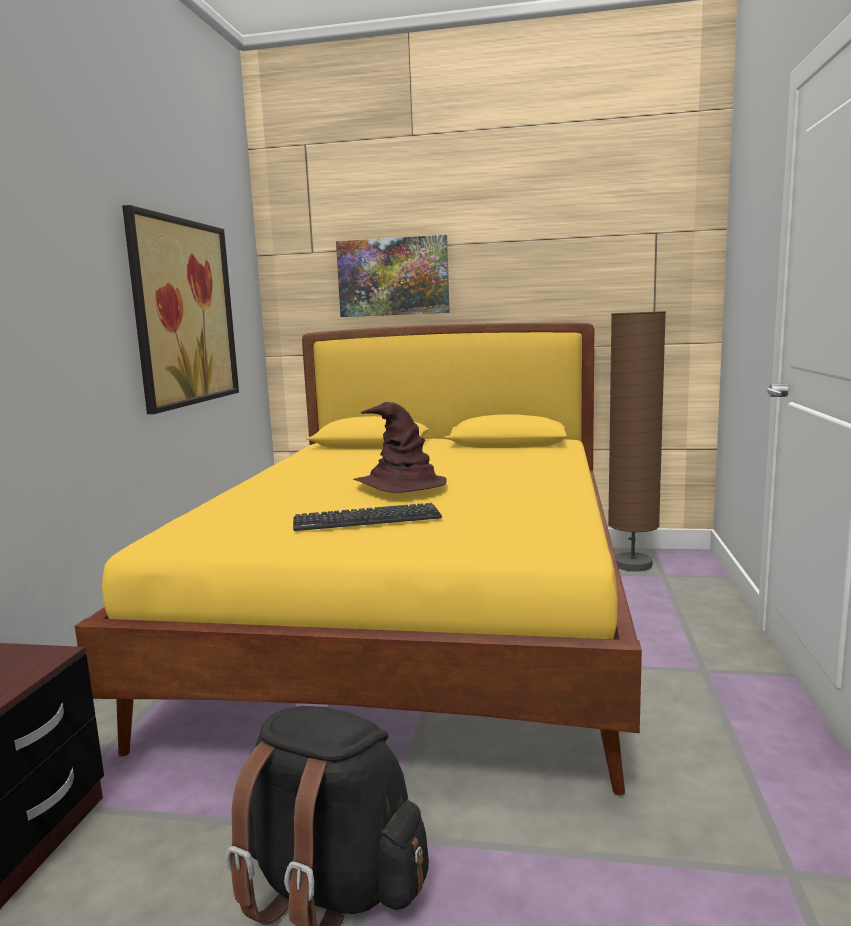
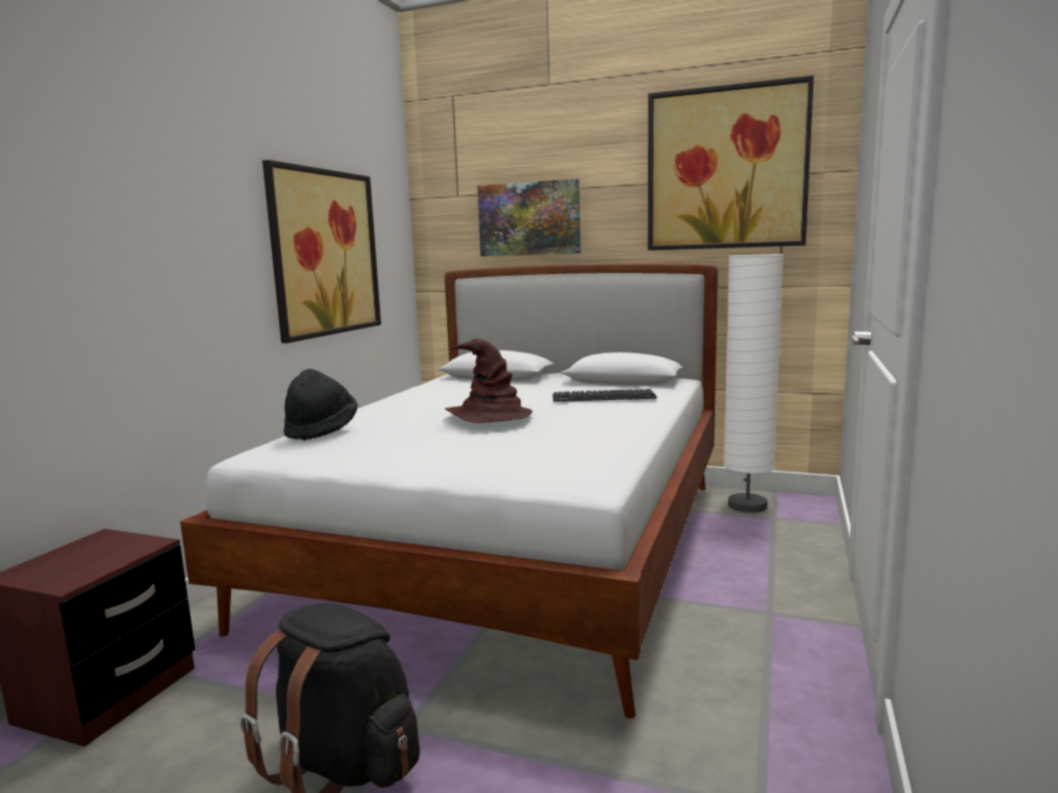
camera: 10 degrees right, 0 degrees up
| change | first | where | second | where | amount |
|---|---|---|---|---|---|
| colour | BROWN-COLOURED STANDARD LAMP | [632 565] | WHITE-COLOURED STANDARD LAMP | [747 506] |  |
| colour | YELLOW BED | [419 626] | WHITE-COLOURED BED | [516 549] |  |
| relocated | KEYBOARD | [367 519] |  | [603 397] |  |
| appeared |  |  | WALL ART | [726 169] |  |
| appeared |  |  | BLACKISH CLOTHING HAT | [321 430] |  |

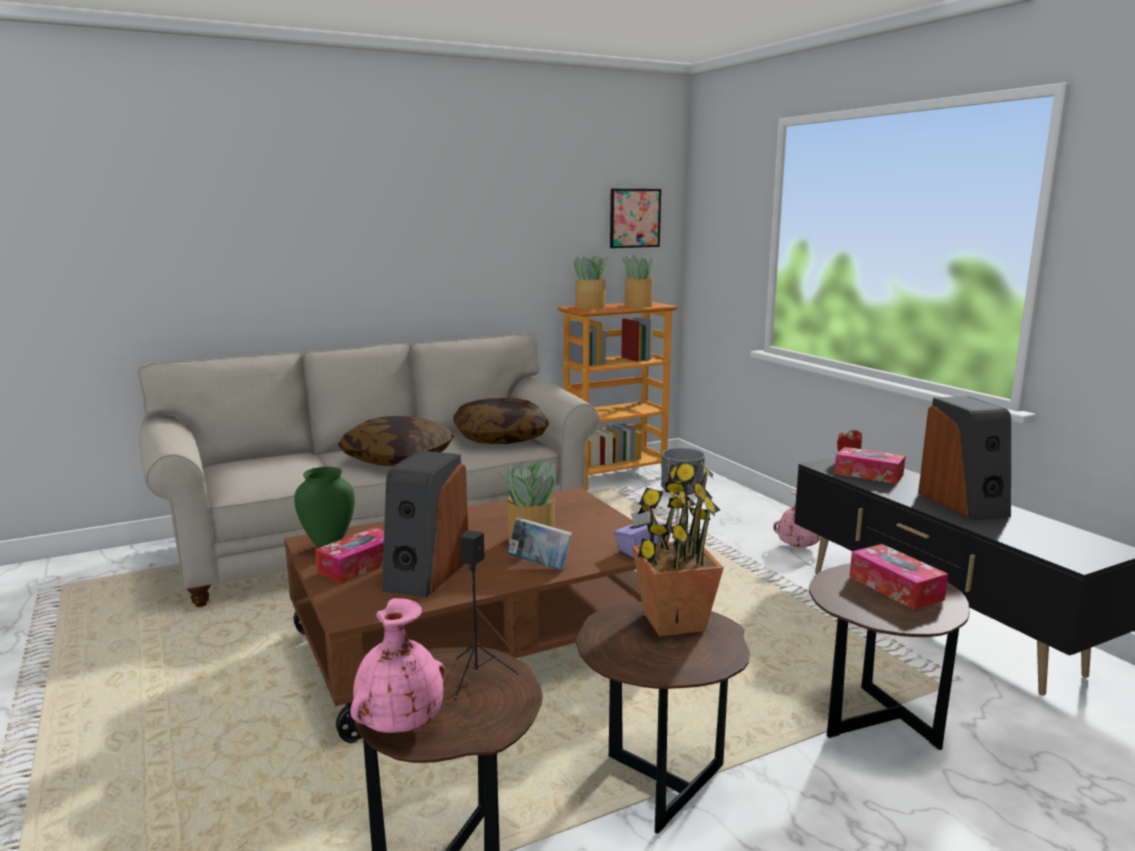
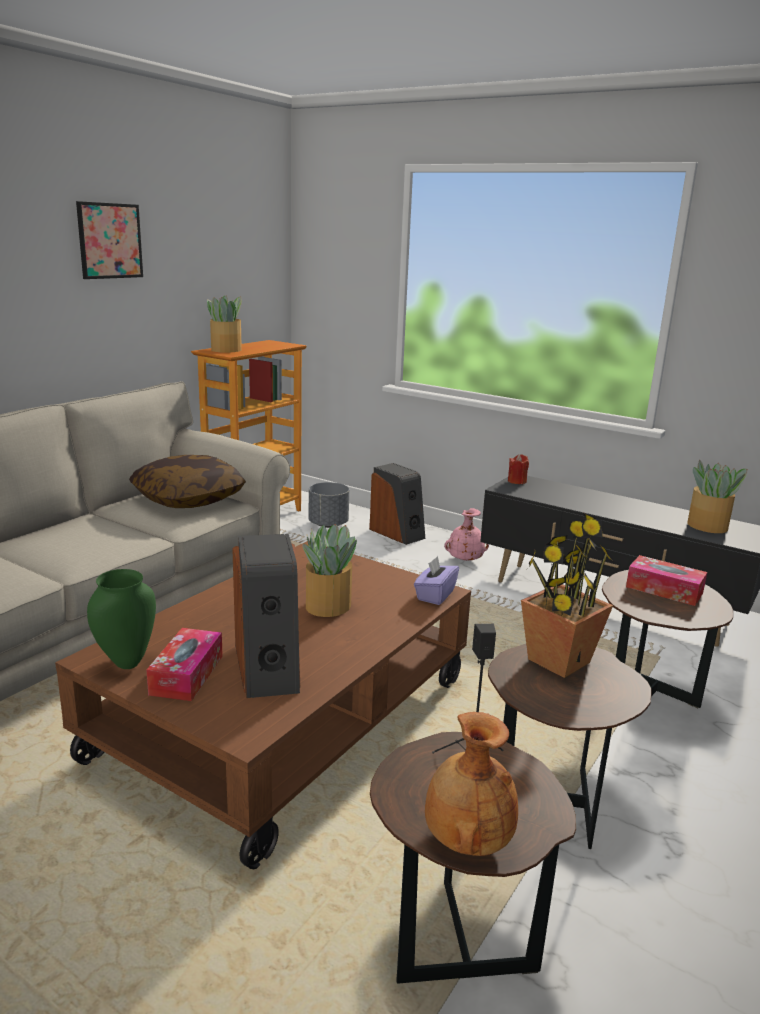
camera: 30 degrees left, 5 degrees up
| change | first | where | second | where | amount |
|---|---|---|---|---|---|
| relocated | WALL ART | [635 218] |  | [110 241] |  |
| relocated | PLANT IN A POT | [638 306] |  | [708 526] |  |
| relocated | SPEAKER | [964 504] |  | [397 533] |  |
| missing | THROW PILLOW | [397 459] |  |  |  |
| missing | BOX OF TISSUES | [868 474] |  |  |  |
| missing | BOUND BOOK | [540 565] |  |  |  |
| colour | PINKISH VASE | [399 724] | BROWN-COLOURED VASE | [466 839] |  |

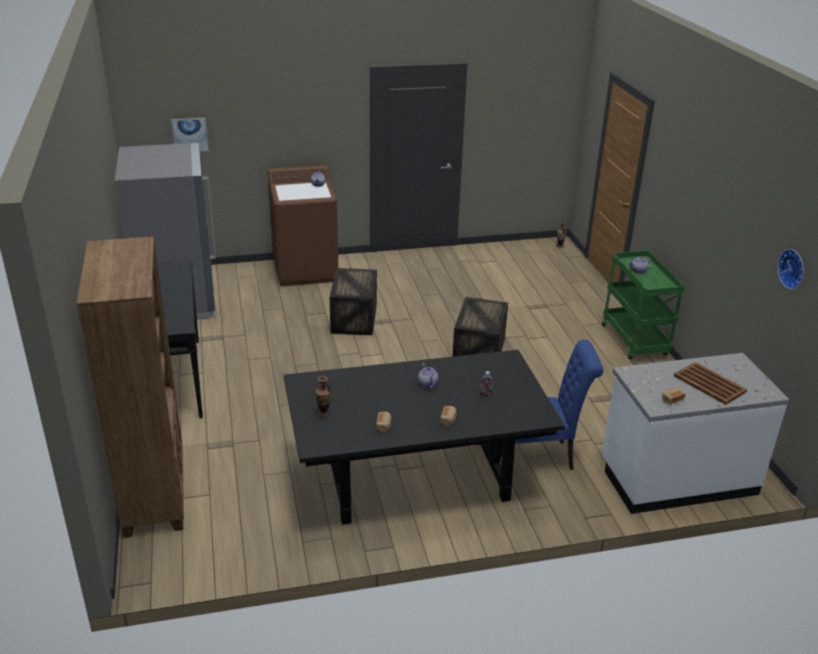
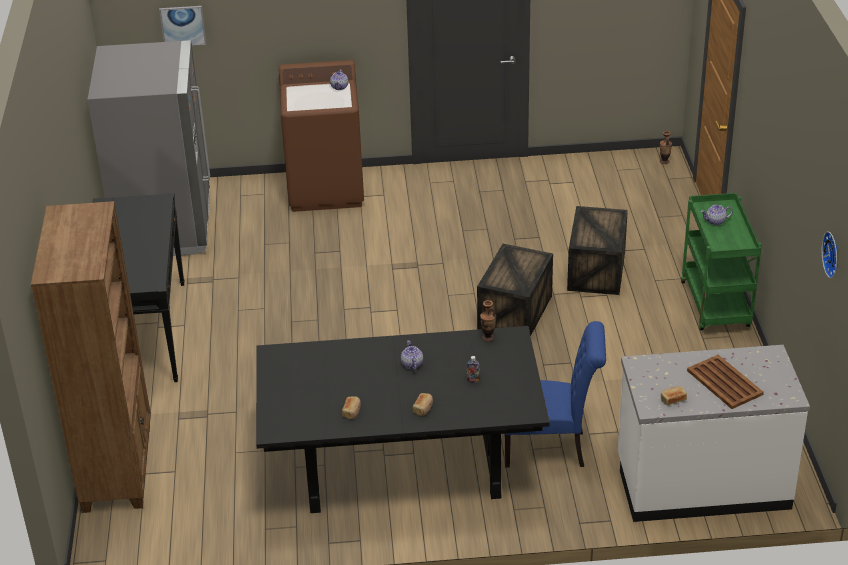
camera: 10 degrees right, 5 degrees up
| change | first | where | second | where | amount |
|---|---|---|---|---|---|
| relocated | CRATE | [354 318] |  | [596 270] |  |
| relocated | VASE | [323 413] |  | [488 338] |  |

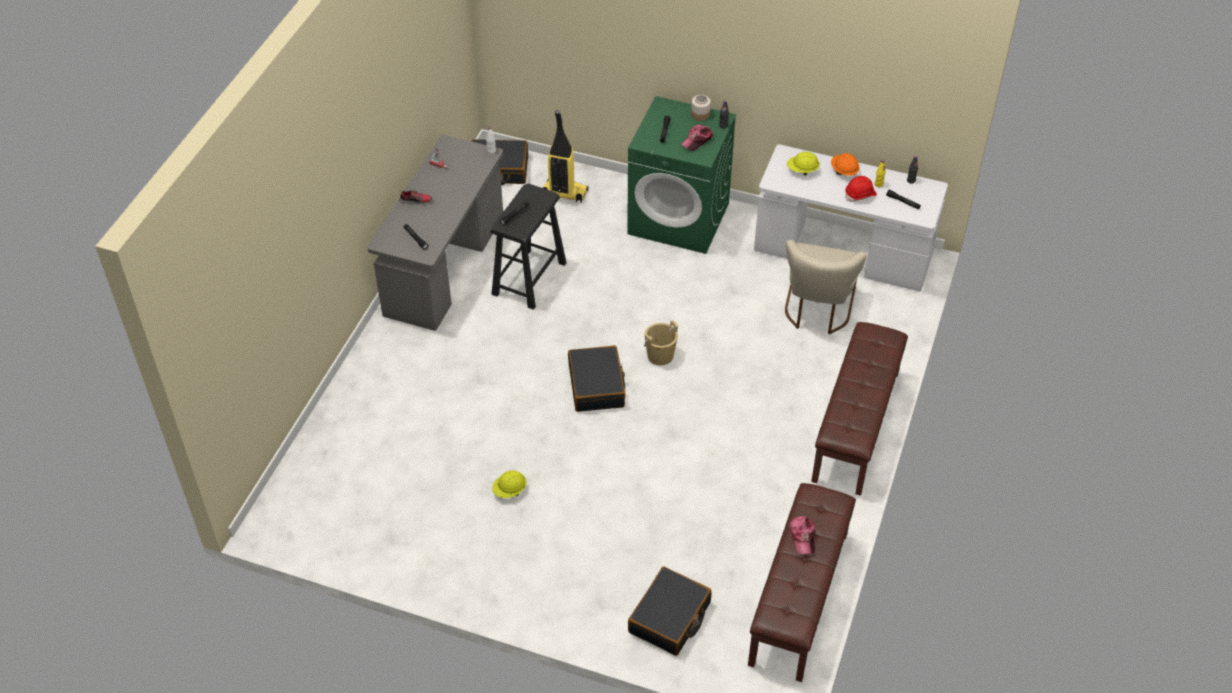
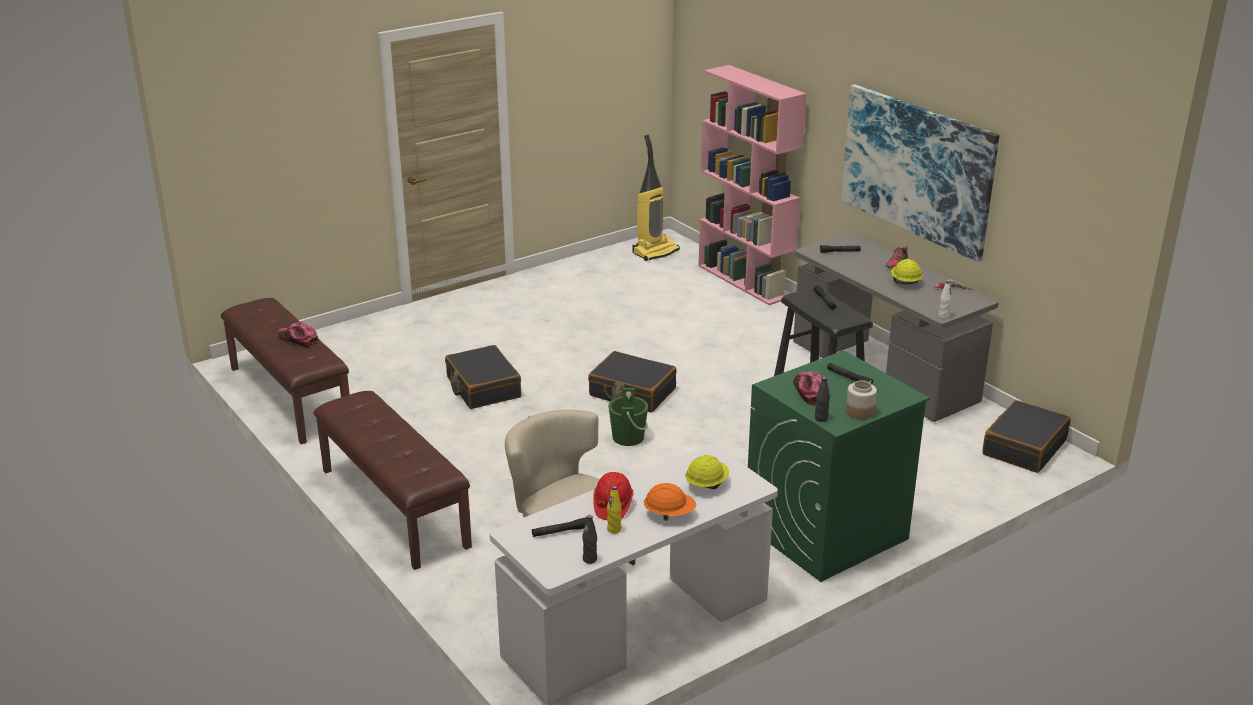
camera: 125 degrees right, 20 degrees down
| change | first | where | second | where | amount |
|---|---|---|---|---|---|
| relocated | VACUUM | [564 193] |  | [655 251] |  |
| colour | BEIGE BUCKET | [660 355] | GREEN-COLOURED BUCKET | [628 437] |  |
| relocated | YELLOW SAFETY HELMET | [510 491] |  | [905 282] |  |
| relocated | BLACKISH TRAVEL CASE | [670 618] |  | [483 387] |  |
| appeared |  |  | PINKISH SHELVING UNIT | [745 281] |  |
| appeared |  |  | WALL ART | [917 169] |  |

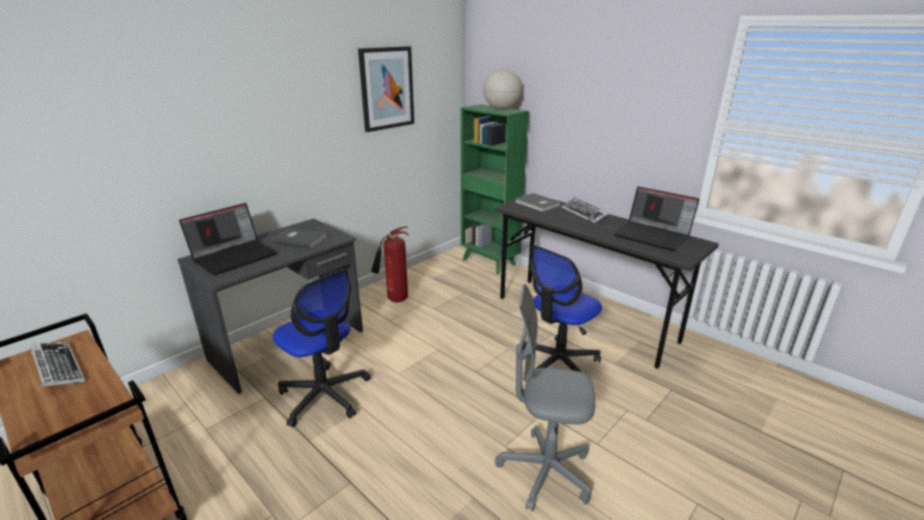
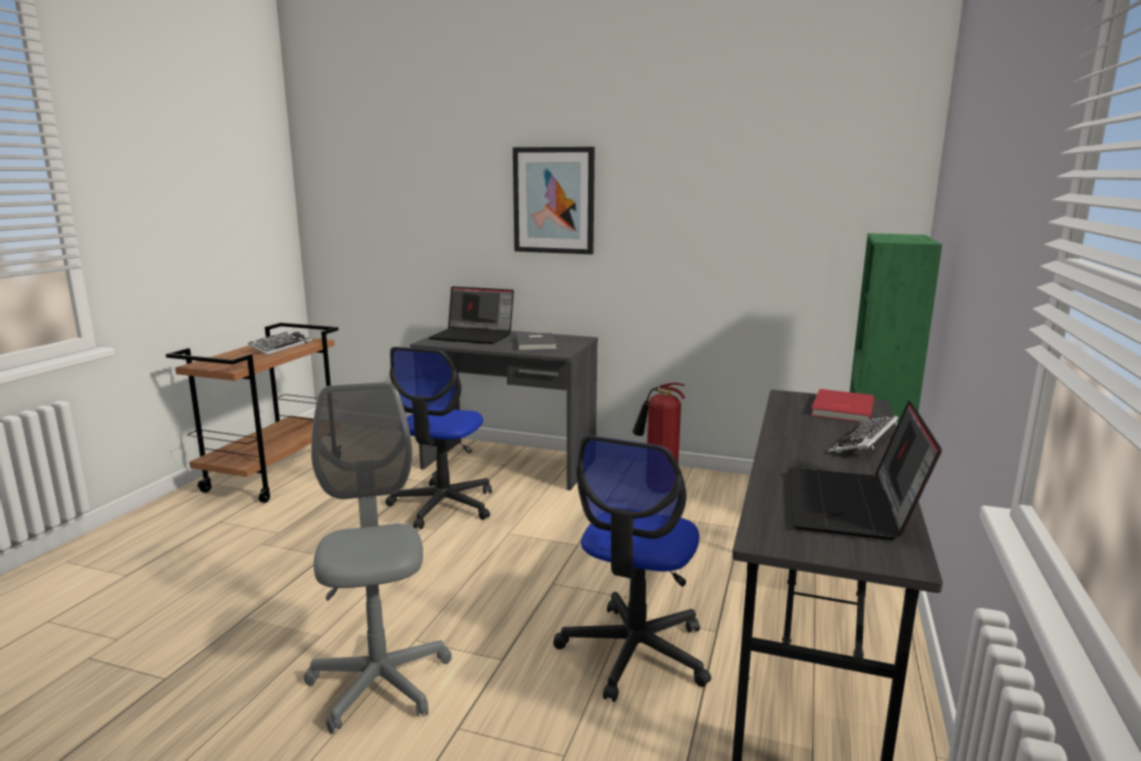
camera: 65 degrees right, 10 degrees down
| change | first | where | second | where | amount |
|---|---|---|---|---|---|
| relocated | WALL ART | [387 88] |  | [554 200] |  |
| missing | GLOBE | [502 109] |  |  |  |
| colour | GREY BOUND BOOK | [537 204] | REDDISH BOUND BOOK | [840 409] |  |
| spun | DESK CHAIR | [557 363] |  | [634 652] | 90 degrees counterclockwise |

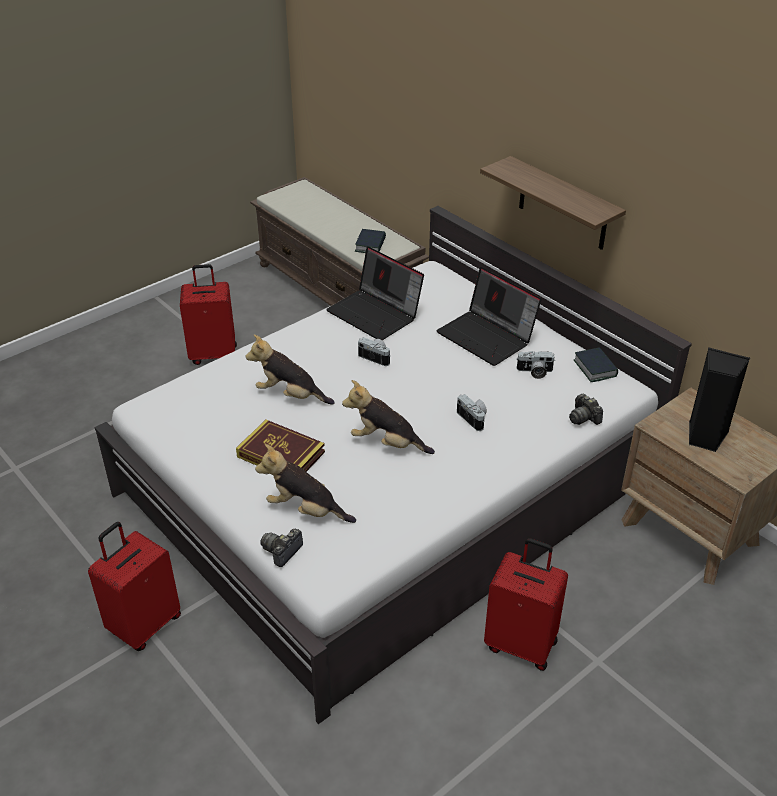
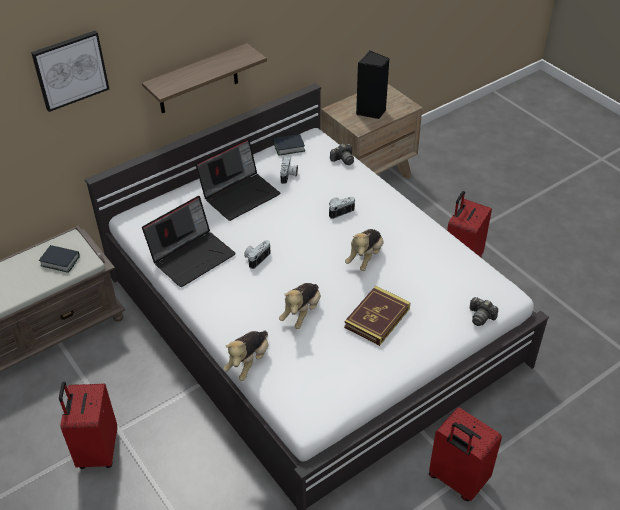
camera: 85 degrees left, 5 degrees up
| change | first | where | second | where | amount |
|---|---|---|---|---|---|
| relocated | SOFT TOY | [305 510] |  | [248 362] |  |
| appeared |  |  | WALL ART | [70 70] |  |

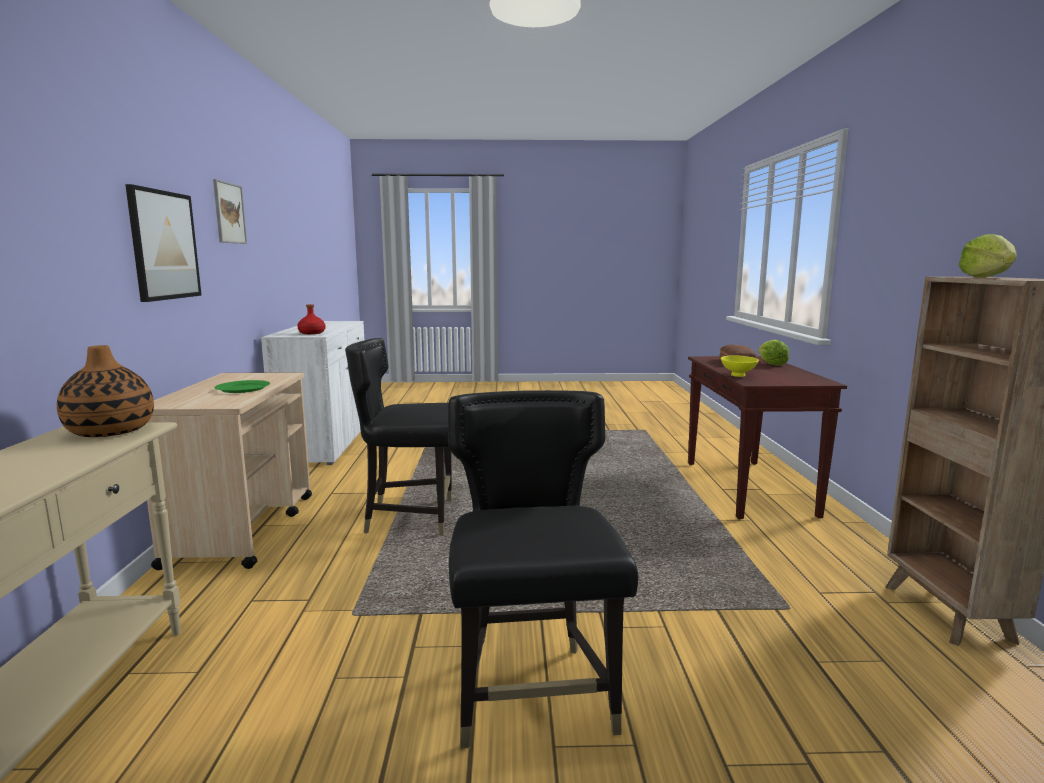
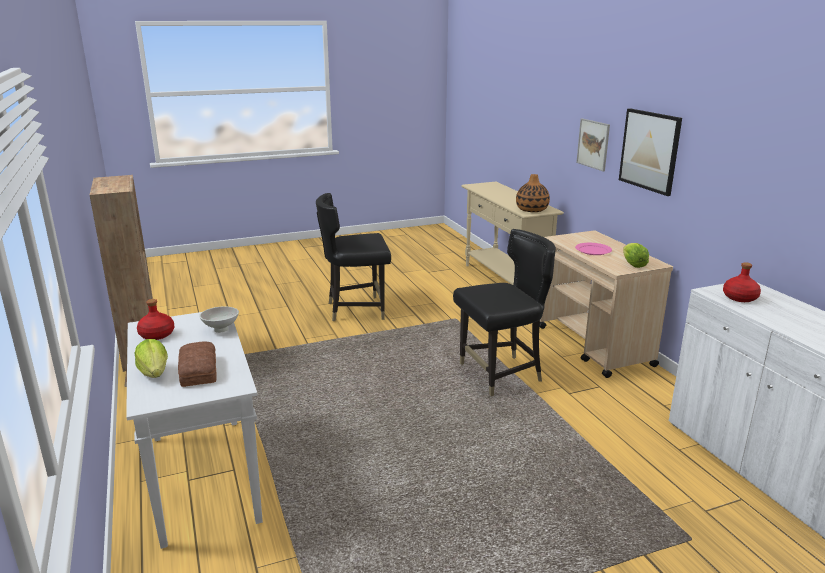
camera: 160 degrees right, 10 degrees up
| change | first | where | second | where | amount |
|---|---|---|---|---|---|
| relocated | WALL ART | [229 213] |  | [593 144] |  |
| relocated | HEAD OF LETTUCE | [987 277] |  | [633 264] |  |
| colour | BROWN-COLOURED NARROW TABLE | [749 489] | WHITE-COLOURED NARROW TABLE | [202 477] |  |
| colour | YELLOW SERVING BOWL | [739 375] | WHITE-COLOURED SERVING BOWL | [220 329] |  |
| colour | GREEN-COLOURED DINNER PLATE | [243 389] | PINKISH DINNER PLATE | [592 250] |  |
| spun | BLACKISH UPRIGHT CHAIR | [534 695] |  | [356 310] | 105 degrees clockwise |
| appeared |  |  | REDDISH BEVERAGE BOTTLE | [157 335] |  |

